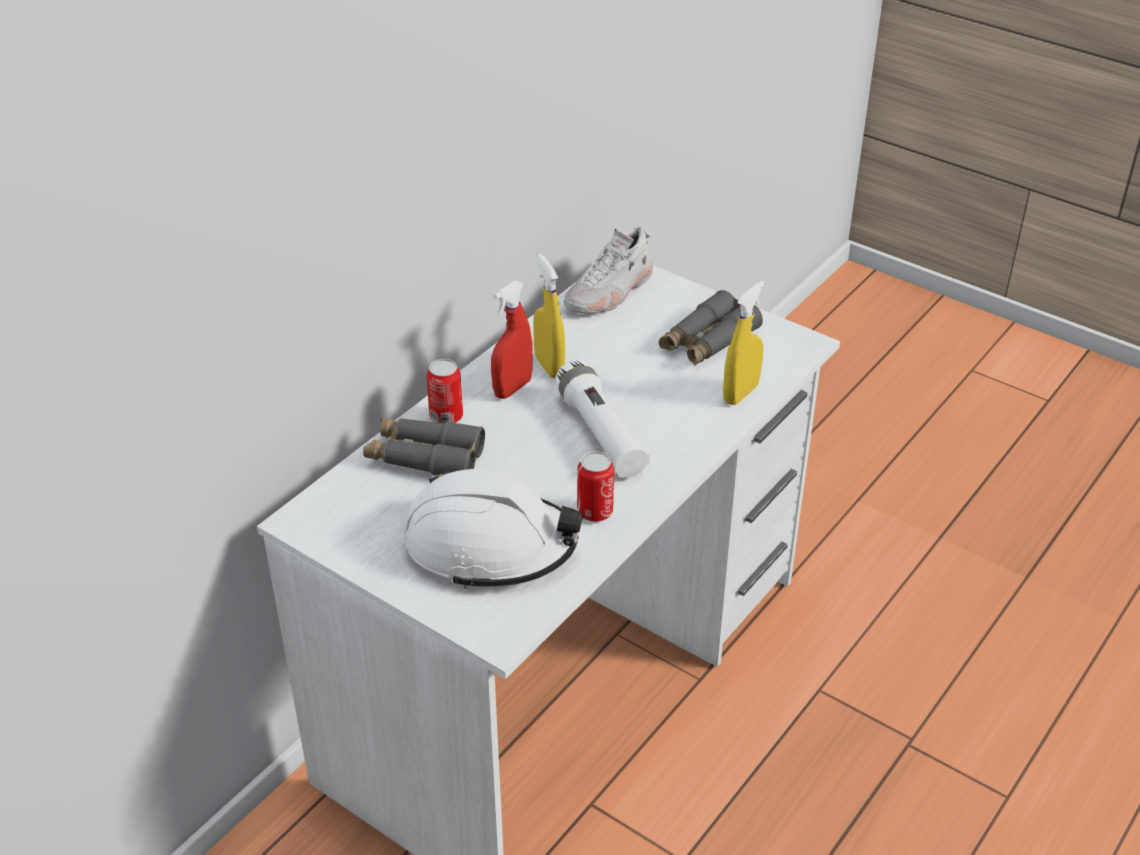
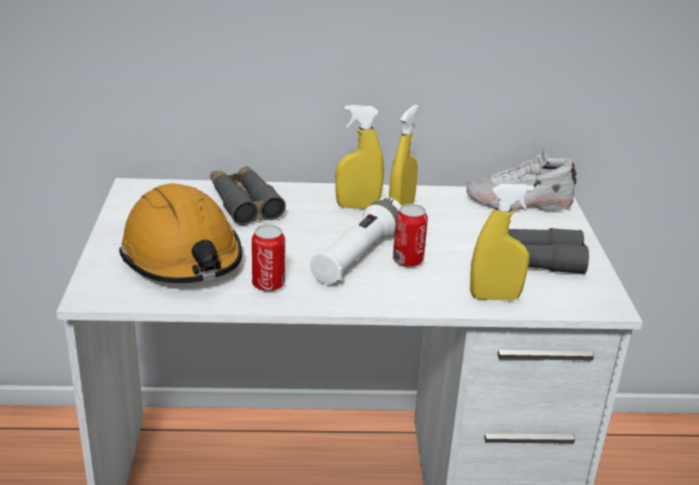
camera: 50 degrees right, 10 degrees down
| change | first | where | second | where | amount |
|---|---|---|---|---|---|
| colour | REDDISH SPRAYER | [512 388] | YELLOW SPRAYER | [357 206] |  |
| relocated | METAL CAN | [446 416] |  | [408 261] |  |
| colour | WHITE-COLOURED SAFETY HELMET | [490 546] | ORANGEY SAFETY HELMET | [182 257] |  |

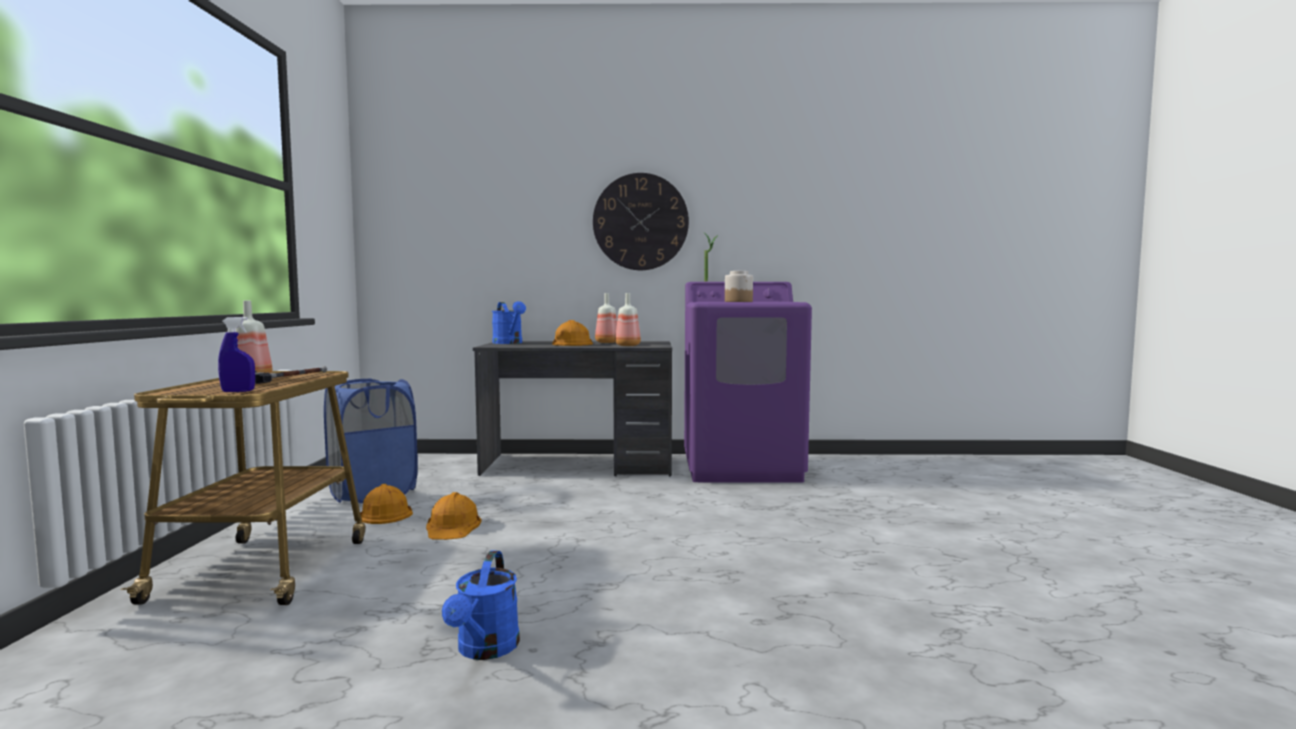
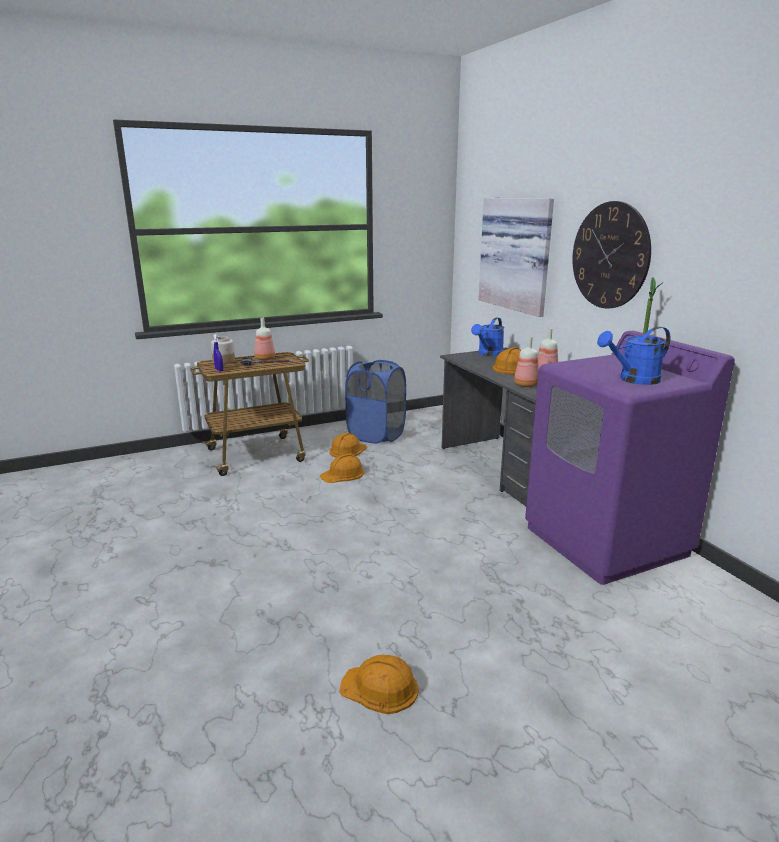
camera: 65 degrees right, 15 degrees up
| change | first | where | second | where | amount |
|---|---|---|---|---|---|
| relocated | PRESERVE JAR | [738 301] |  | [224 361] |  |
| relocated | BLUE-COLOURED WATERING CAN | [485 650] |  | [633 380] |  |
| appeared |  |  | WALL ART | [517 254] |  |
| appeared |  |  | ORANGEY SAFETY HELMET | [380 688] |  |

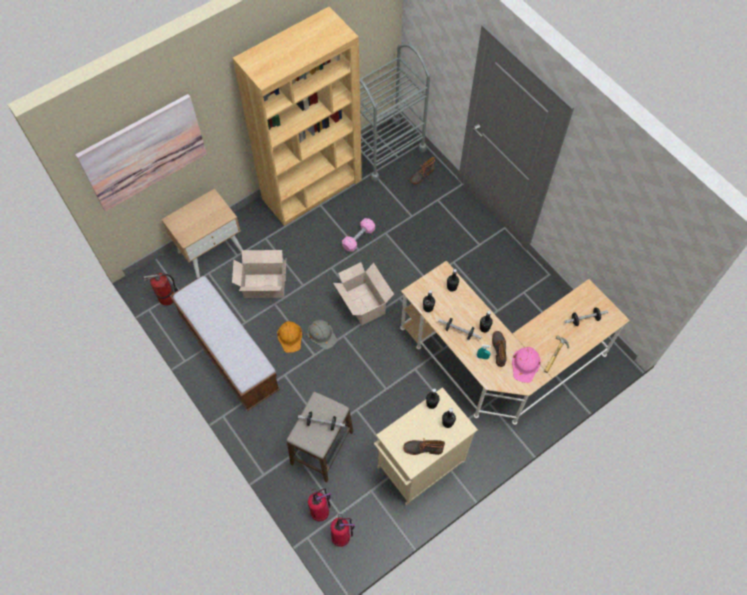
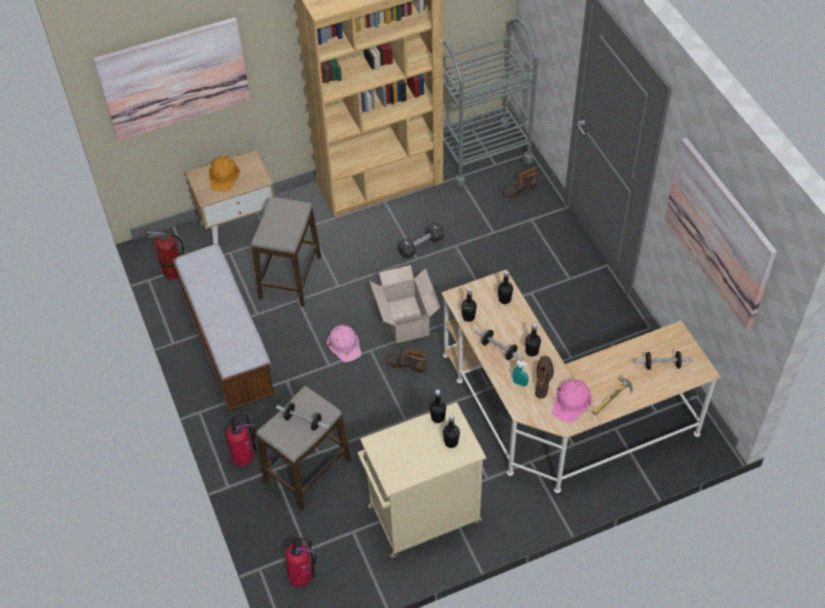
camera: 15 degrees right, 10 degrees down
| change | first | where | second | where | amount |
|---|---|---|---|---|---|
| colour | PINKISH HAND WEIGHT | [358 238] | BLACKISH HAND WEIGHT | [421 246] |  |
| exchanged | CARDBOARD BOX | [263 285] | STOOL SEAT | [290 278] |  |
| colour | GREY SAFETY HELMET | [322 334] | PINKISH SAFETY HELMET | [344 344] |  |
| relocated | ORANGEY SAFETY HELMET | [290 337] |  | [223 176] |  |
| relocated | HIGH-TOP BOOT | [423 448] |  | [405 364] |  |
| relocated | FIRE EXTINGUISHER | [320 511] |  | [244 457] |  |
| appeared |  |  | WALL ART | [719 233] |  |

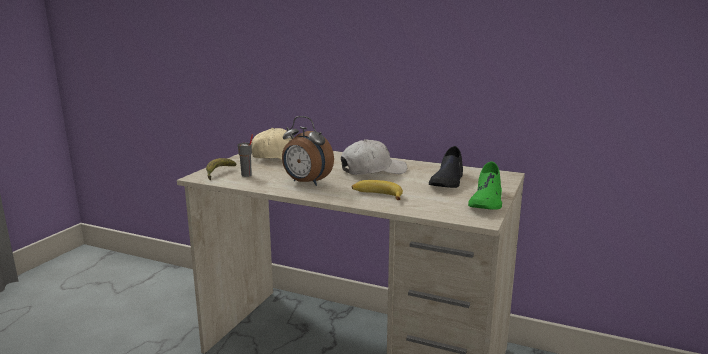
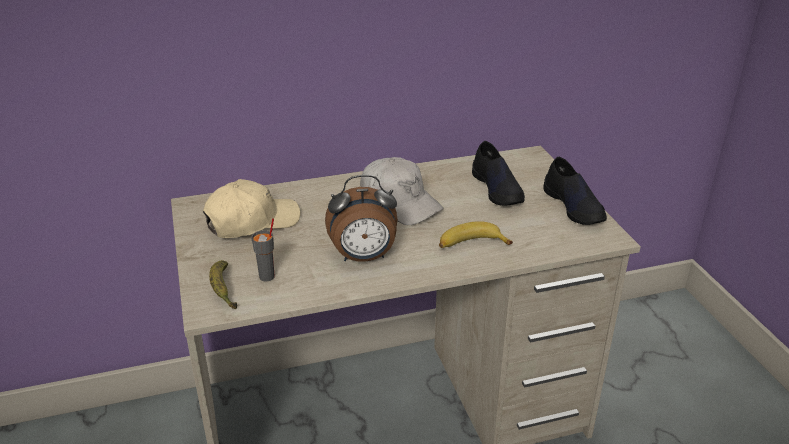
camera: 40 degrees left, 15 degrees up
| change | first | where | second | where | amount |
|---|---|---|---|---|---|
| spun | WHITE-COLOURED PEAKED CAP | [373 170] |  | [400 202] | 105 degrees clockwise |
| colour | GREEN-COLOURED LOW SHOE | [486 201] | BLACKISH LOW SHOE | [574 206] |  |

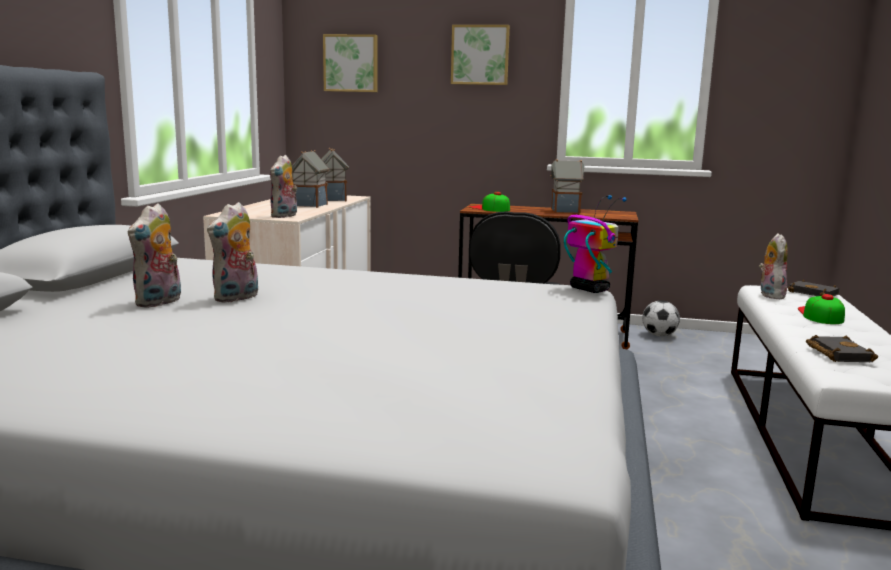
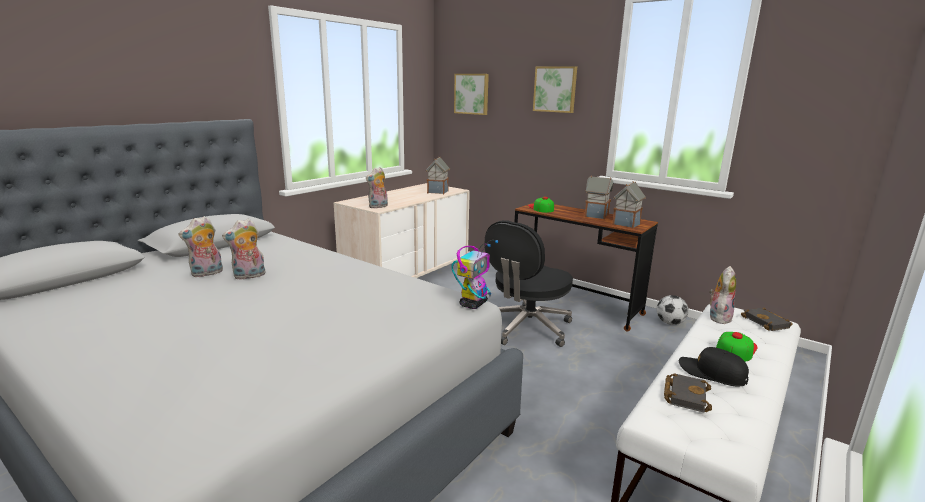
camera: 25 degrees right, 5 degrees up
| change | first | where | second | where | amount |
|---|---|---|---|---|---|
| relocated | TOY HOUSE | [310 205] |  | [626 224] |  |
| spun | MODEL ROBOT | [588 289] |  | [473 304] | 45 degrees clockwise |
| appeared |  |  | BLACKISH PEAKED CAP | [712 373] |  |

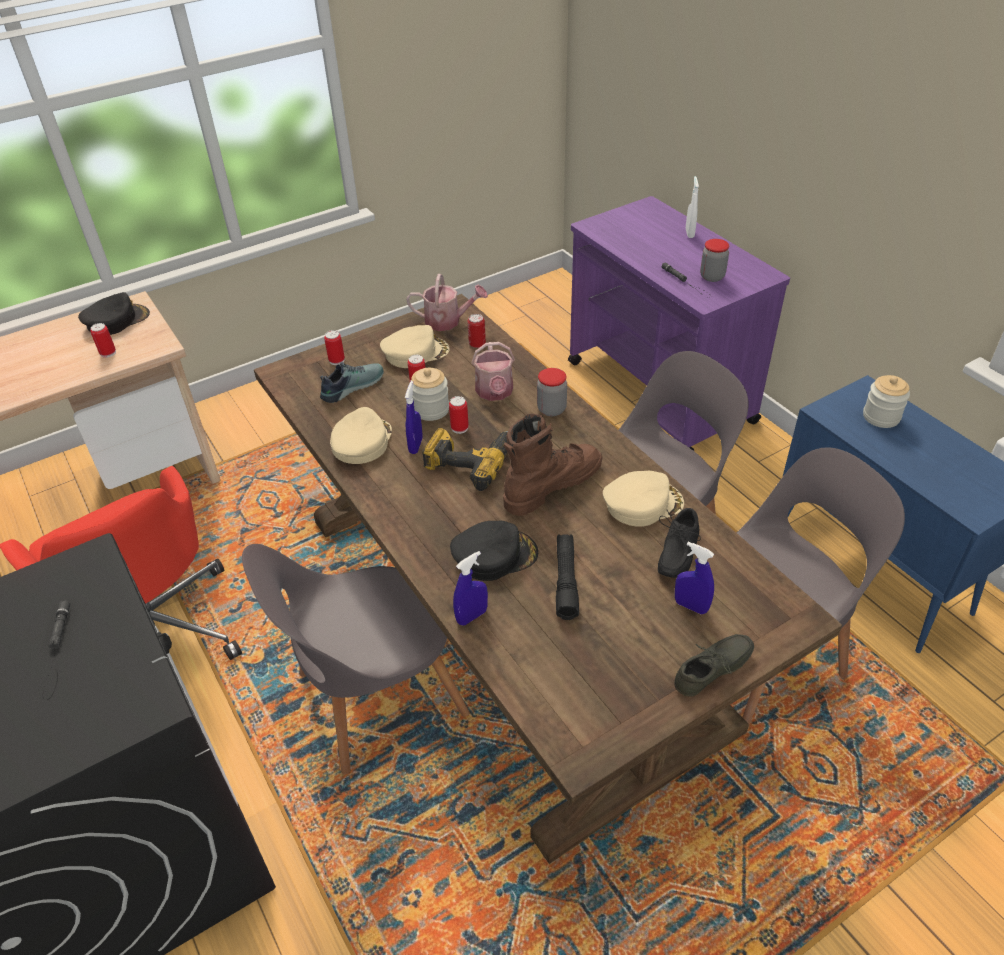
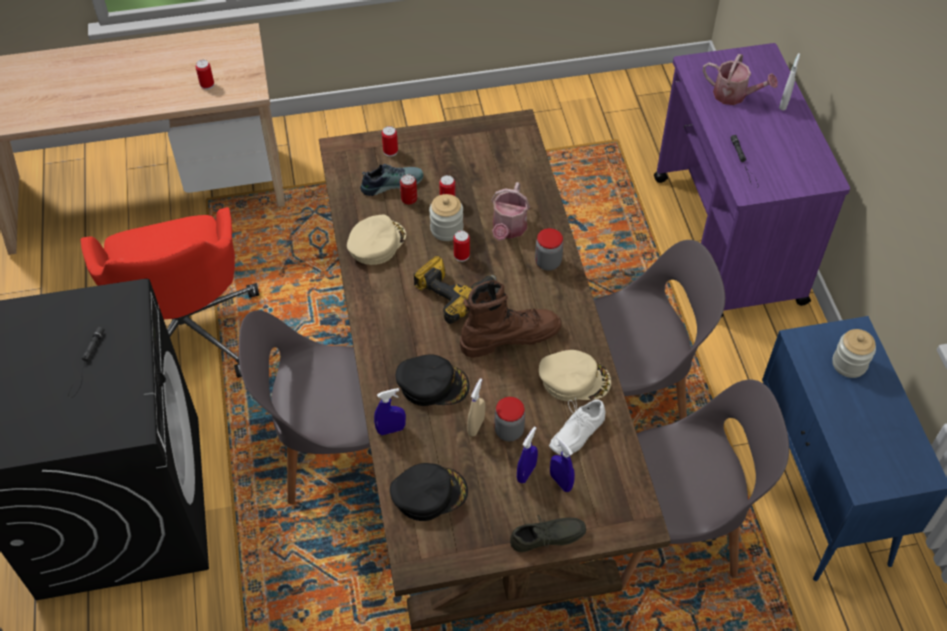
camera: 20 degrees right, 10 degrees up
| change | first | where | second | where | amount |
|---|---|---|---|---|---|
| relocated | PRESERVE JAR | [712 277] |  | [509 431] |  |
| relocated | WATERING CAN | [448 321] |  | [734 95] |  |
| relocated | BLACKISH PEAKED CAP | [116 320] |  | [429 493] |  |
| relocated | METAL CAN | [477 344] |  | [409 199] |  |
| missing | BEIGE PEAKED CAP | [415 352] |  |  |  |
| relocated | BLUE-COLOURED SPRAYER | [415 445] |  | [526 473] |  |
| colour | BLACKISH LOW SHOE | [675 552] | WHITE-COLOURED LOW SHOE | [575 432] |  |
| exchanged | BLACKISH HAND TORCH | [566 581] | BEIGE SPRAYER | [476 426] |  |

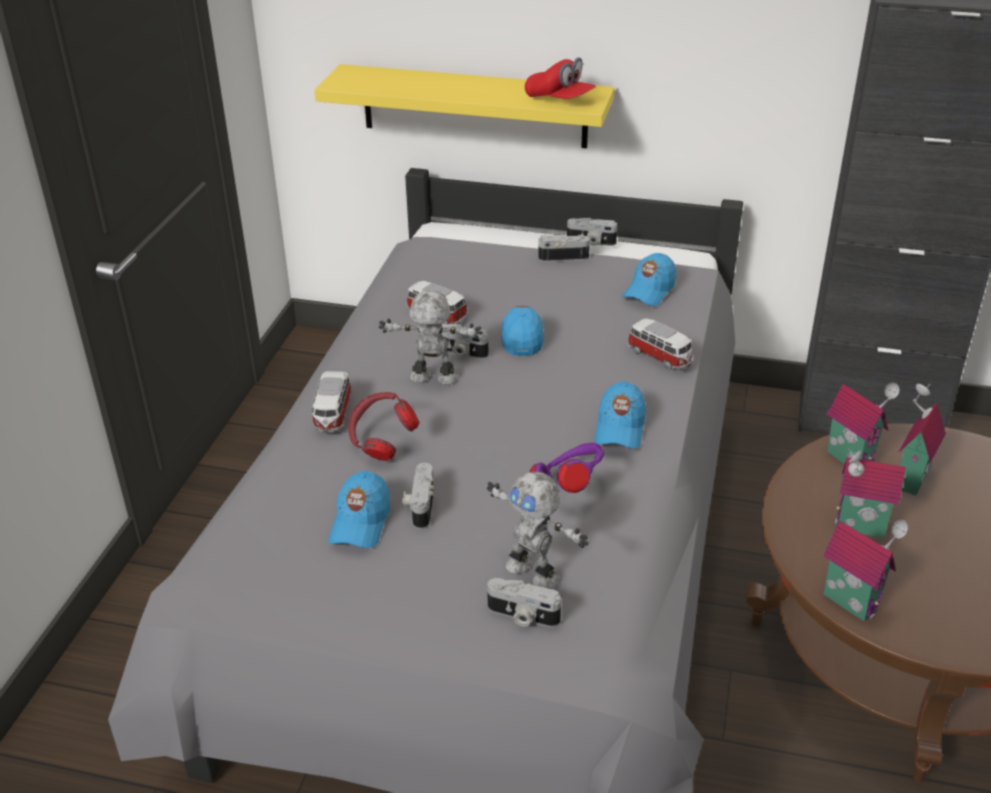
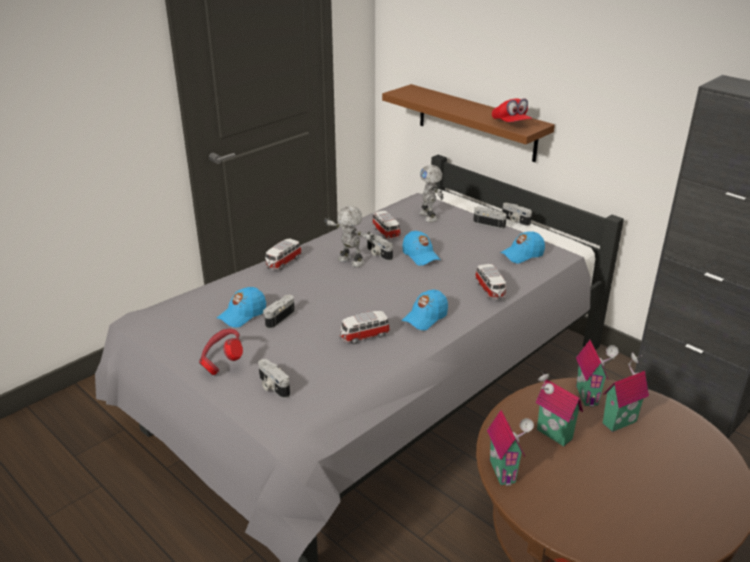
camera: 30 degrees right, 5 degrees down
| change | first | where | second | where | amount |
|---|---|---|---|---|---|
| colour | YELLOW SHELF | [474 106] | BROWN-COLOURED SHELF | [476 122] |  |
| spun | BLUE-COLOURED PEAKED CAP | [522 336] |  | [420 256] | 120 degrees clockwise |
| relocated | REDDISH HEADSET | [381 443] |  | [222 363] |  |
| exchanged | PURPLE HEADSET | [569 487] | MODEL CAR | [364 336] |  |
| relocated | MODEL ROBOT | [533 571] |  | [429 216] |  |

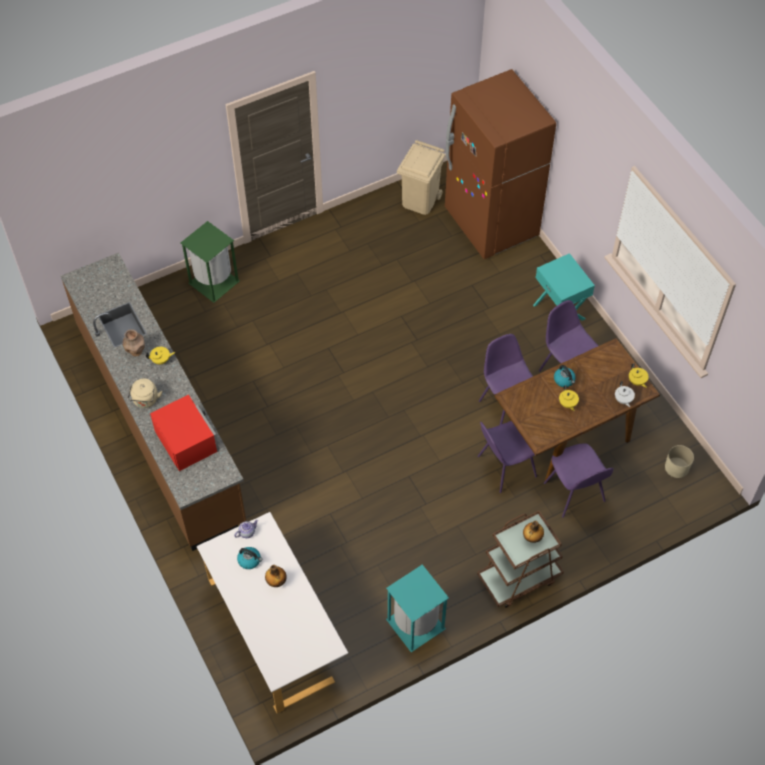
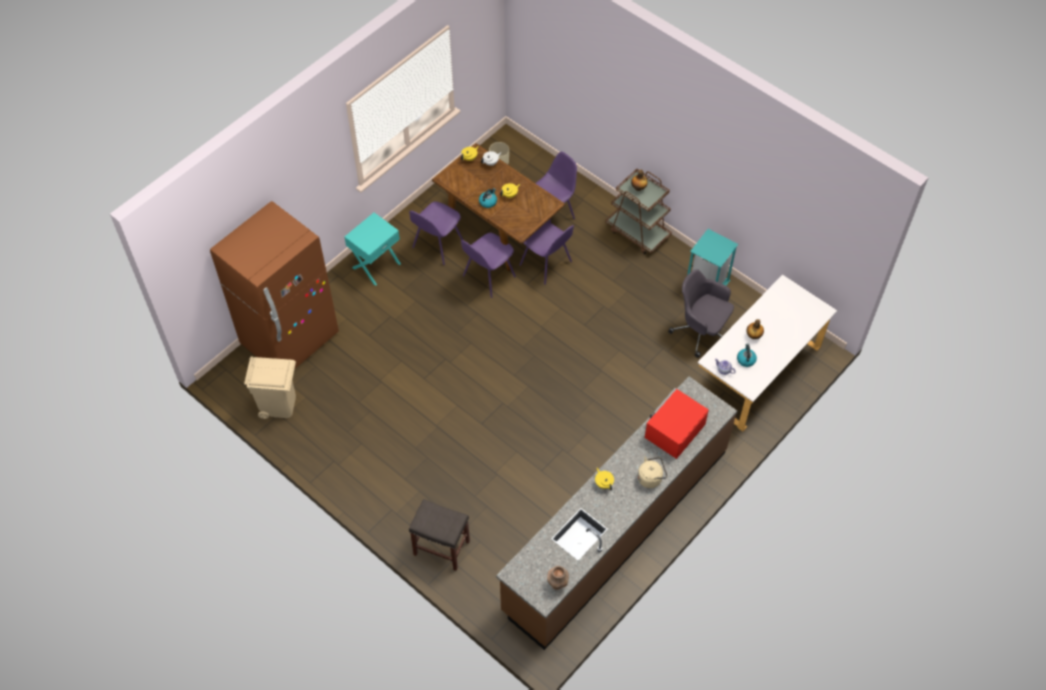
camera: 110 degrees left, 0 degrees up
| change | first | where | second | where | amount |
|---|---|---|---|---|---|
| exchanged | GREEN-COLOURED WASTE BIN | [214 281] | GREY STOOL SEAT | [441 548] |  |
| relocated | BROWN-COLOURED VASE | [136 352] |  | [557 584] |  |
| appeared |  |  | GREY DESK CHAIR | [701 331] |  |

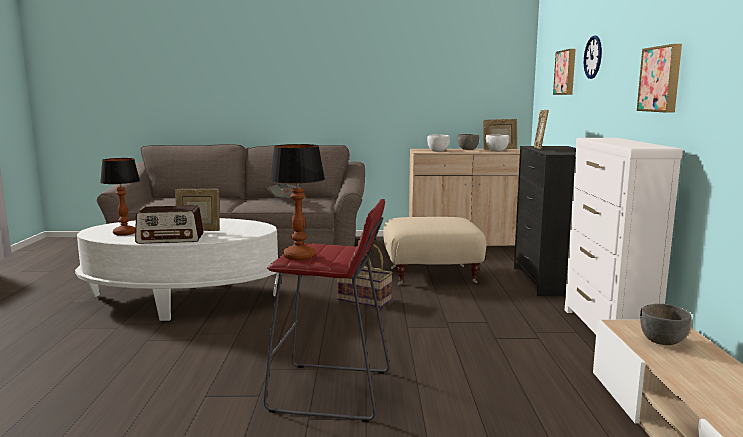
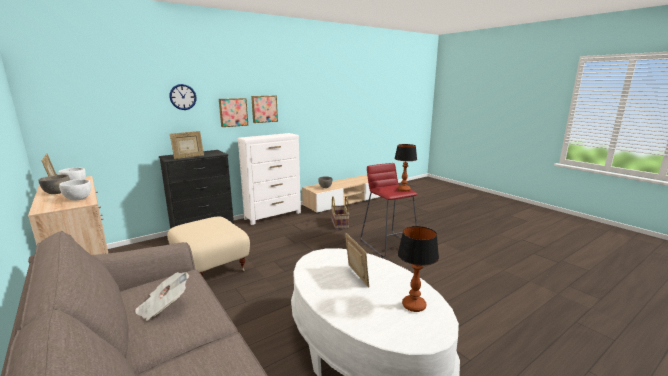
camera: 125 degrees left, 5 degrees up
| change | first | where | second | where | amount |
|---|---|---|---|---|---|
| relocated | WALL ART | [566 72] |  | [233 112] |  |
| missing | RADIO SET | [171 239] |  |  |  |
| relocated | HOUSEHOLD BASKET | [365 300] |  | [339 223] |  |

